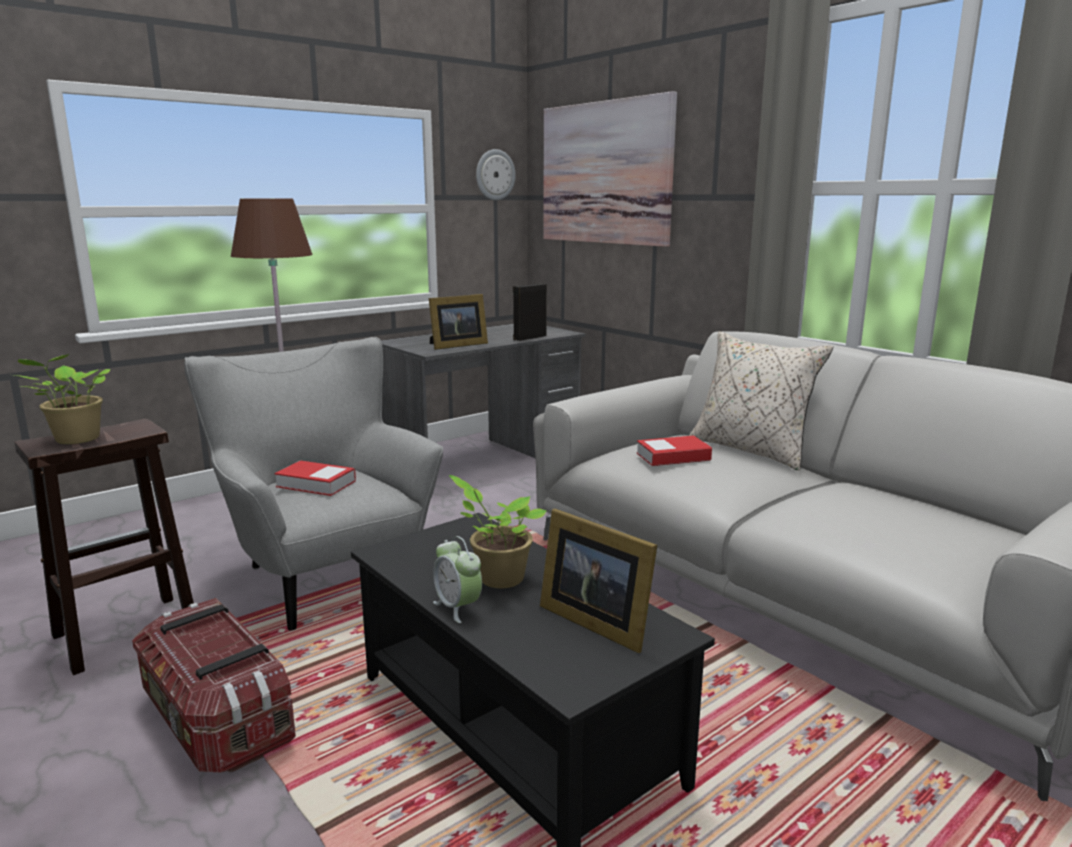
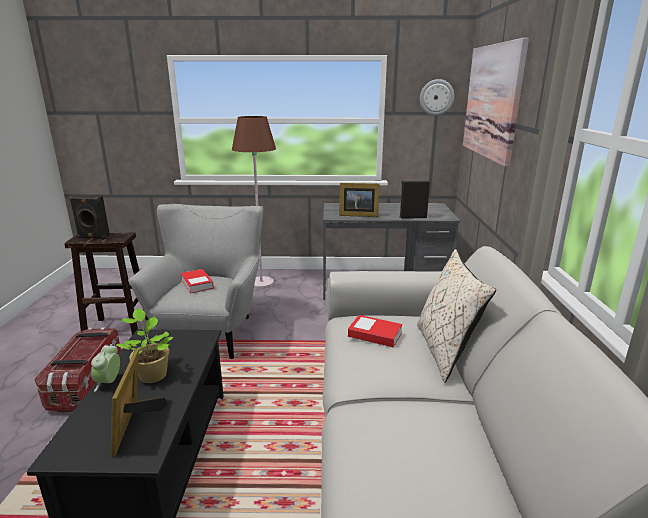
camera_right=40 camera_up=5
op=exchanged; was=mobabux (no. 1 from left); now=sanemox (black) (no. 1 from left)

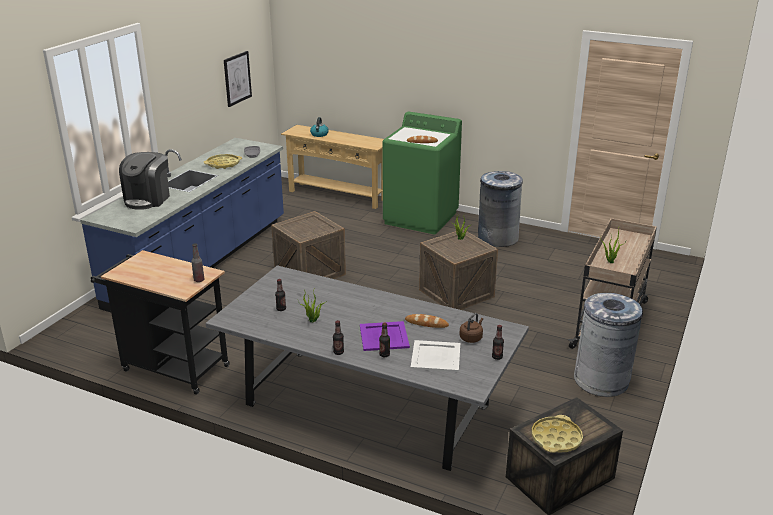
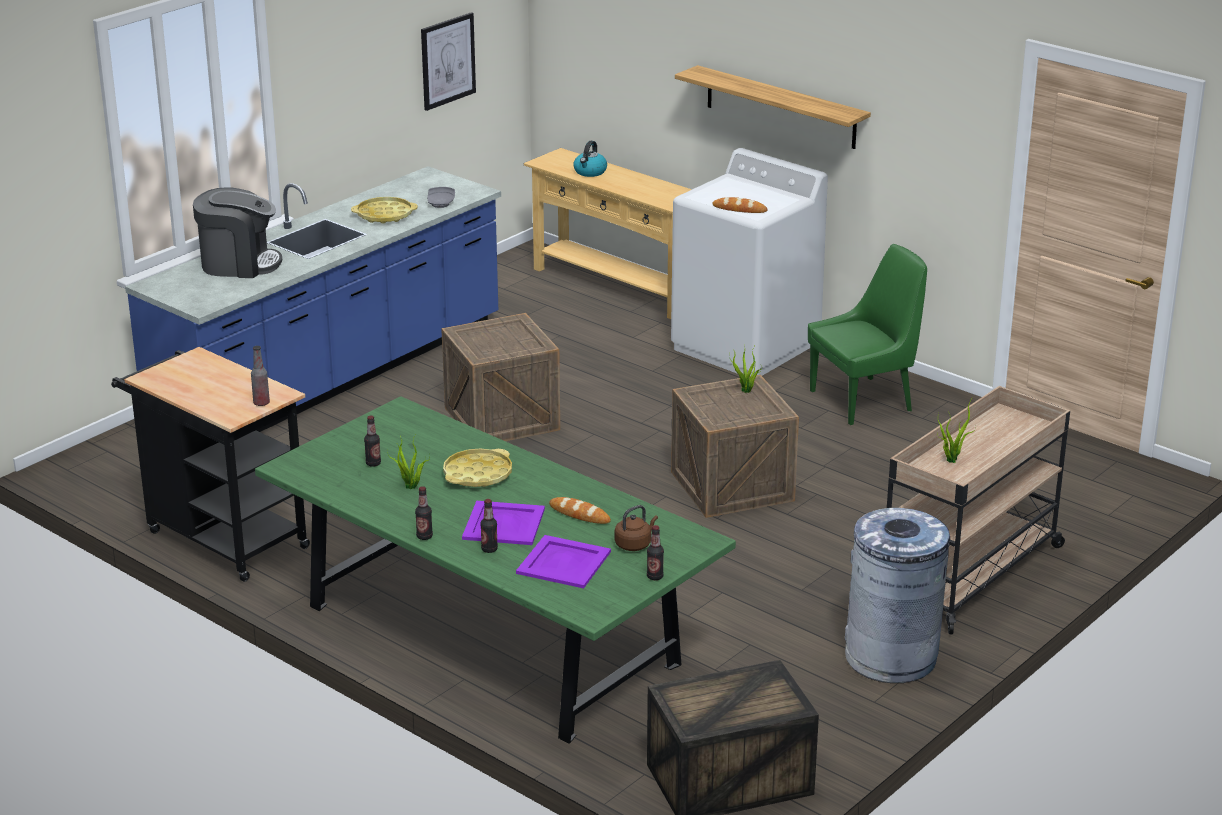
camera_right=15 camera_up=0
op=colour; was=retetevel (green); now=retetevel (white)
op=spun; was=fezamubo; clockwise=-120
op=exchanged; was=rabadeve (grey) (no. 1 from left); now=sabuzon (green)
op=colour; was=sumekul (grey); now=sumekul (green)
op=colour; was=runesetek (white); now=runesetek (purple) (no. 2 from left)
op=relocated; was=runesetek (yellow) (no. 2 from left)
op=appeared; now=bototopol

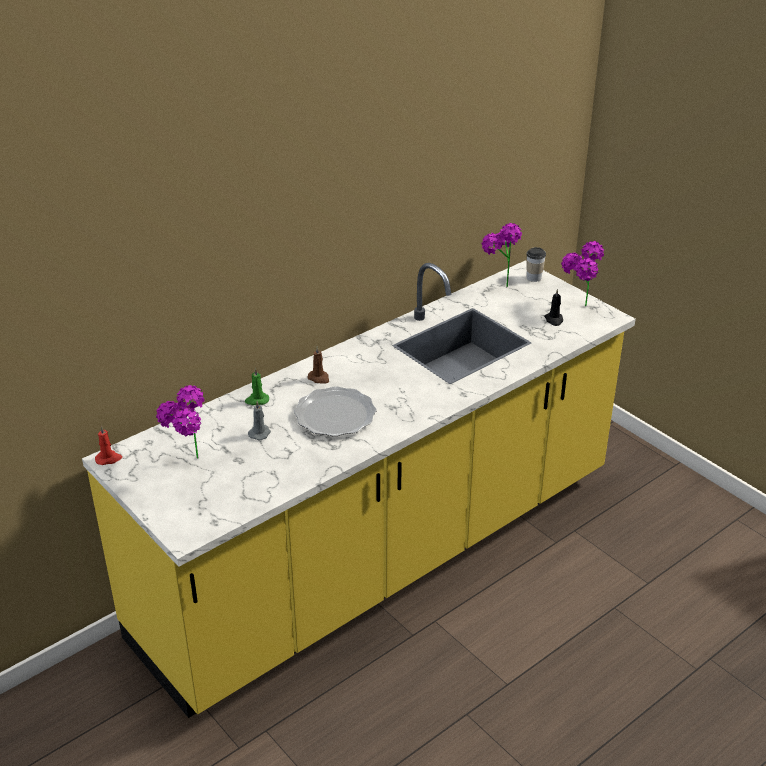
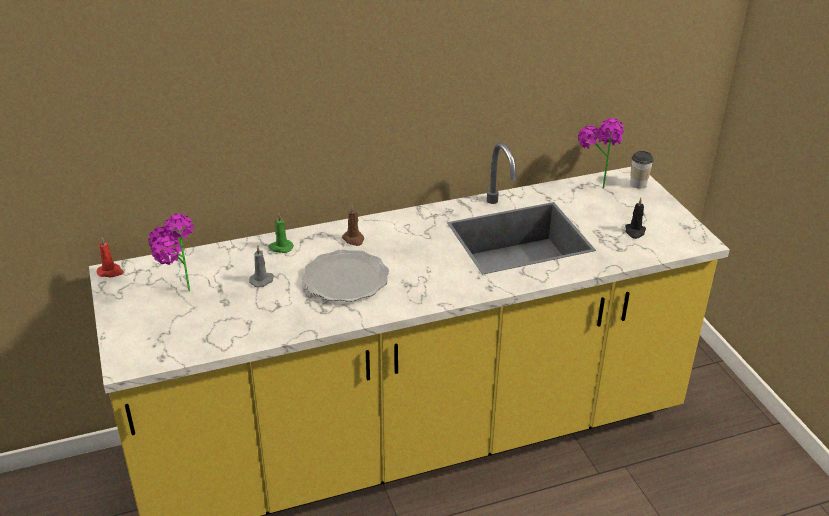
camera_right=20 camera_up=0
op=missing; was=mobabux (no. 3 from left)

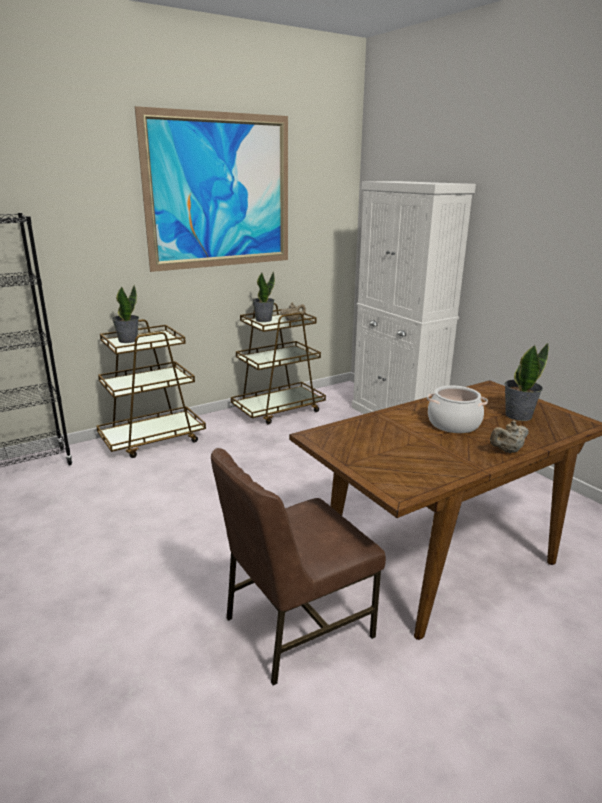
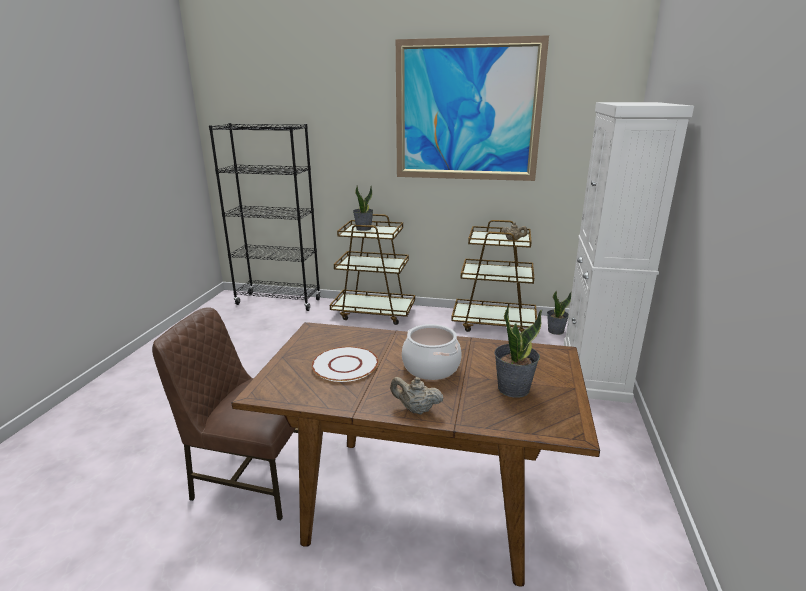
camera_right=45 camera_up=0
op=relocated; was=mobabux (no. 2 from left in the first image); now=mobabux (no. 3 from left)
op=appeared; now=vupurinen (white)

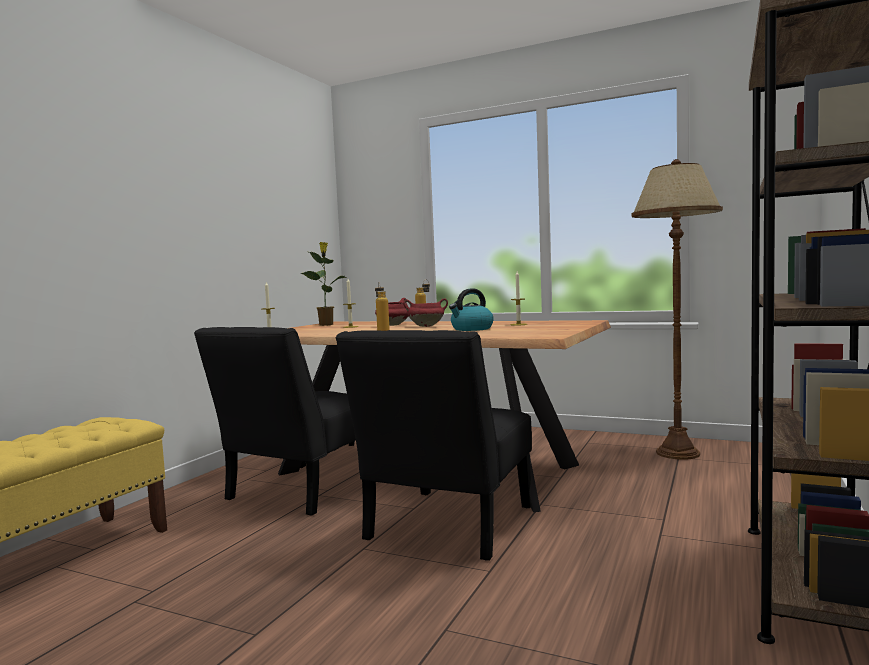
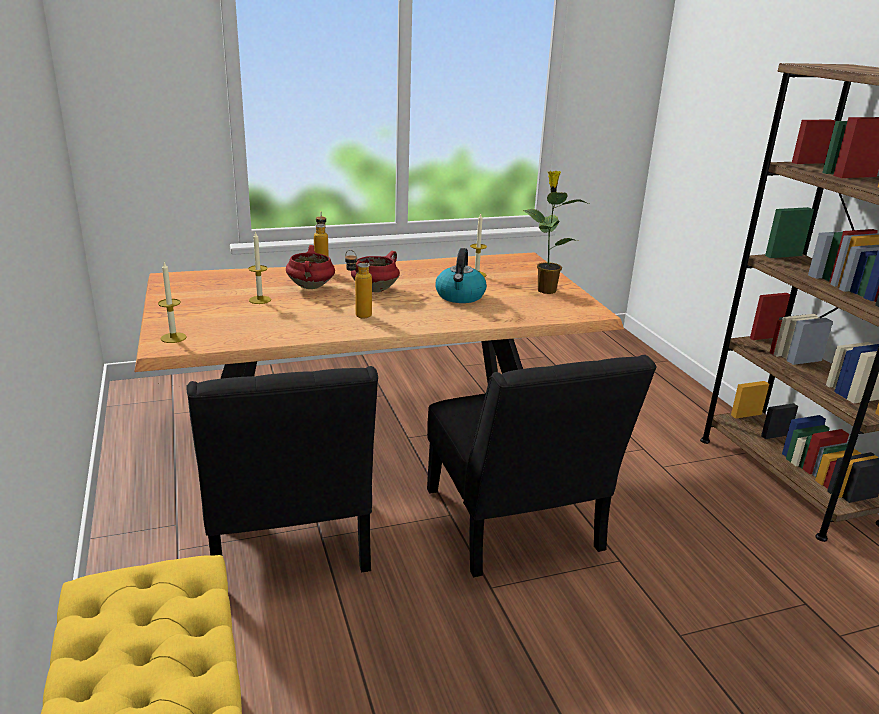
camera_right=-45 camera_up=20
op=missing; was=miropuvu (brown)
op=relocated; was=mobabux

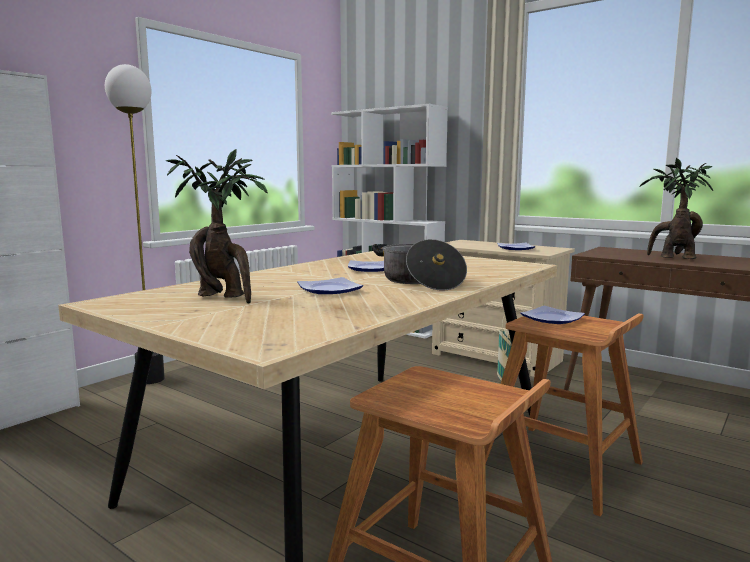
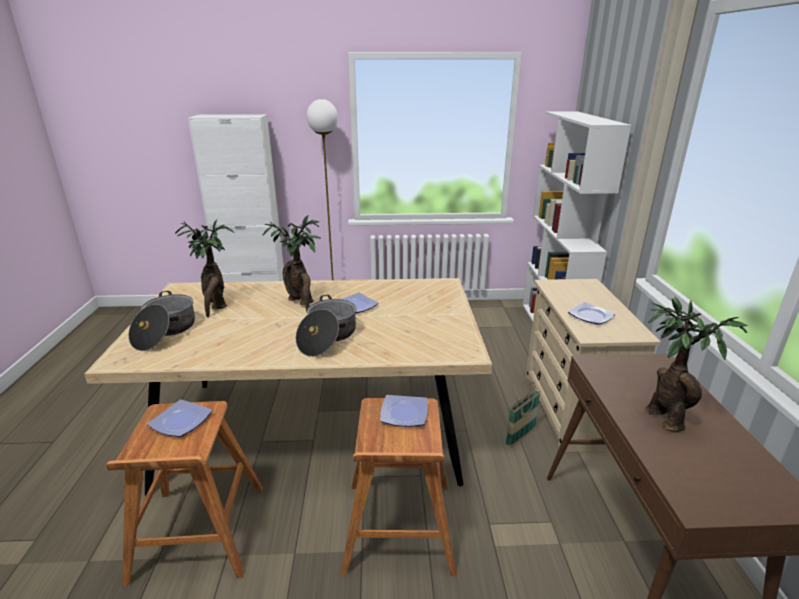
camera_right=50 camera_up=15
op=relocated; was=vupurinen (no. 1 from left)
op=appeared; now=mobabux (no. 2 from left)
op=appeared; now=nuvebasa (no. 1 from left)

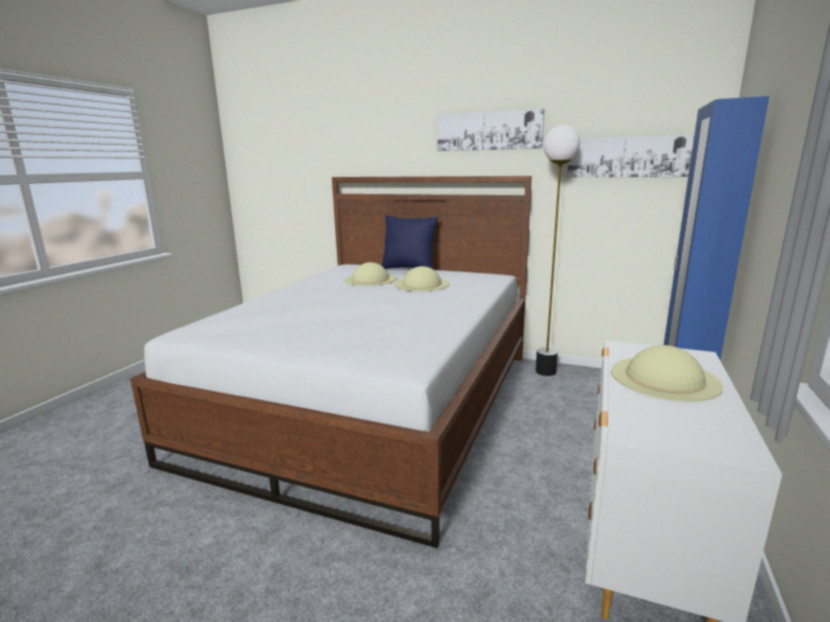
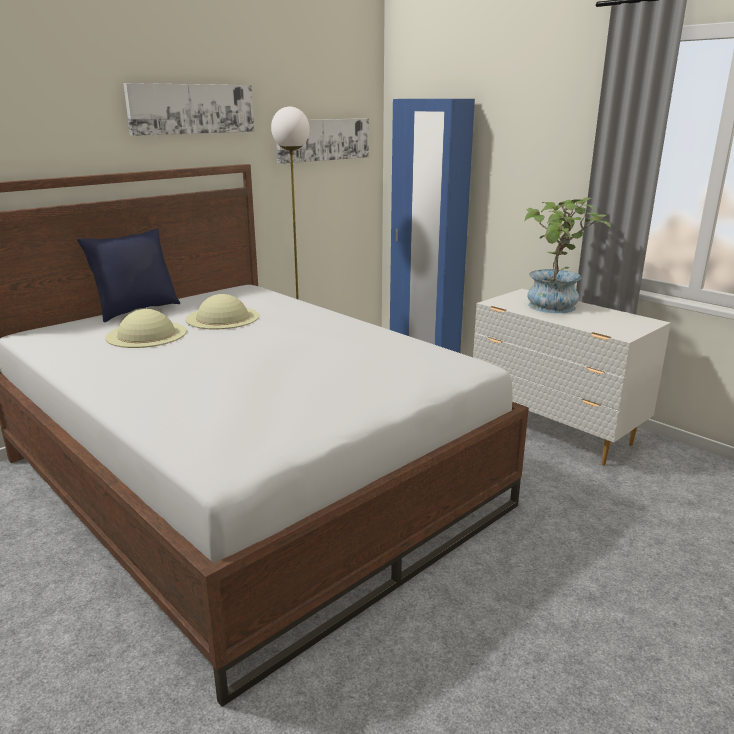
camera_right=-65 camera_up=5
op=exchanged; was=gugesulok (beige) (no. 3 from left); now=mobabux

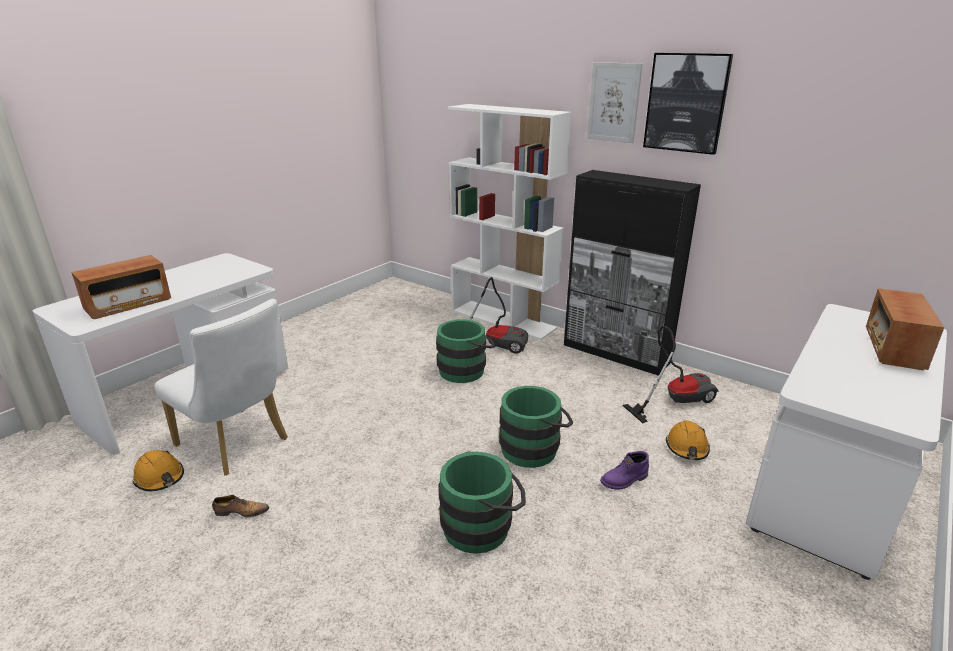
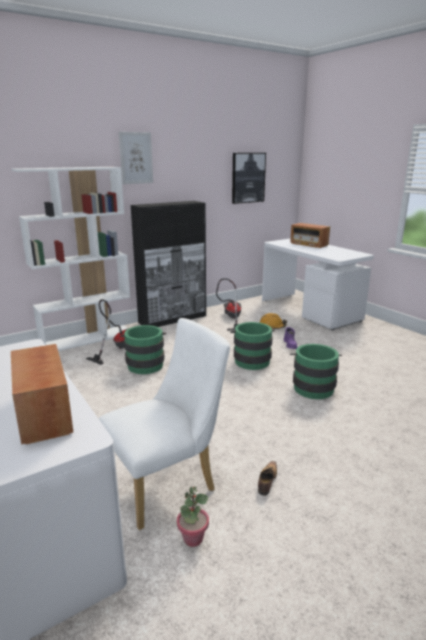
camera_right=-70 camera_up=-5
op=relocated; was=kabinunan (no. 2 from left)
op=exchanged; was=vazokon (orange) (no. 1 from left); now=mobabux

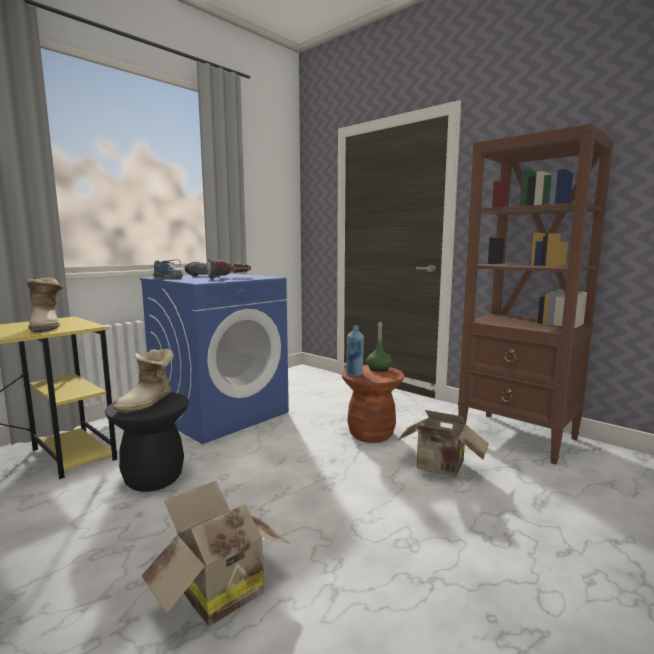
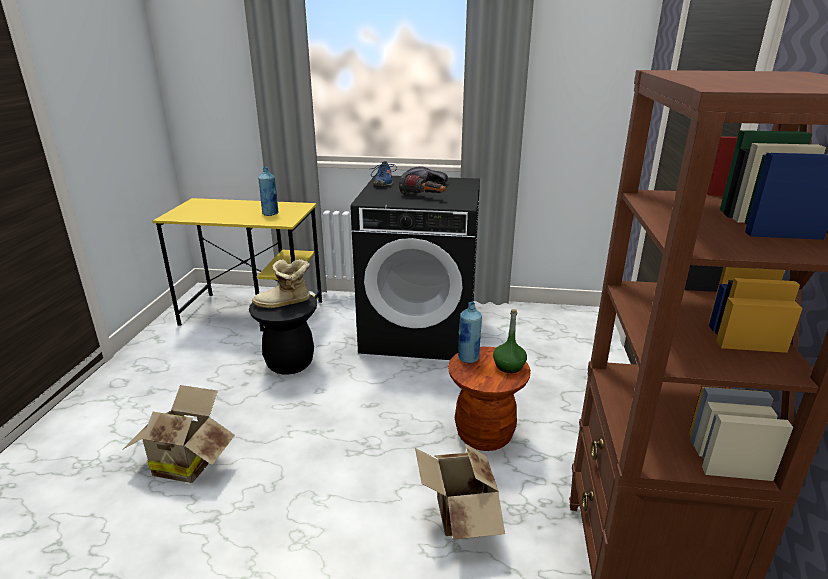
camera_right=55 camera_up=15
op=colour; was=retetevel (blue); now=retetevel (black)
op=exchanged; was=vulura (no. 1 from left); now=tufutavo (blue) (no. 1 from left)

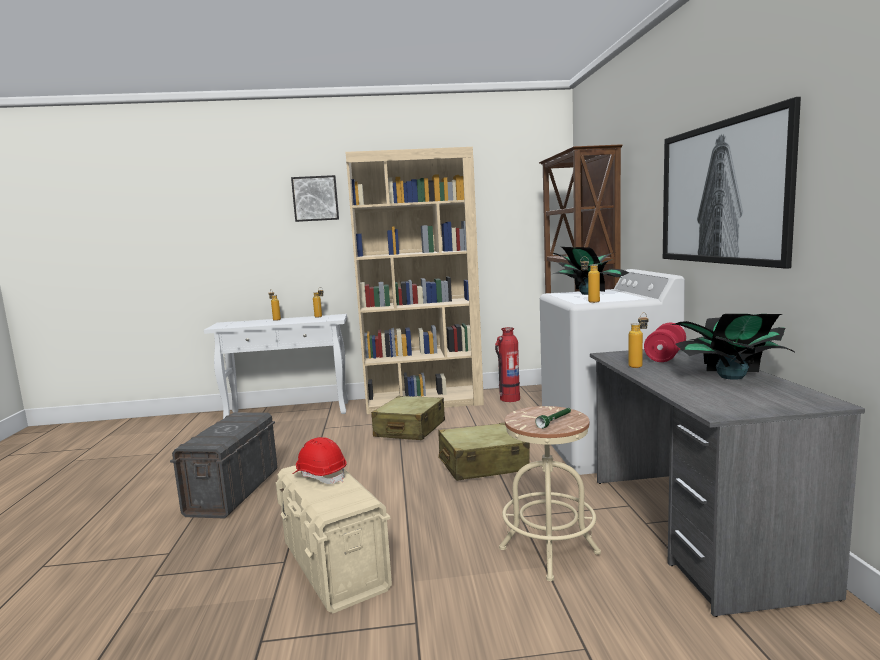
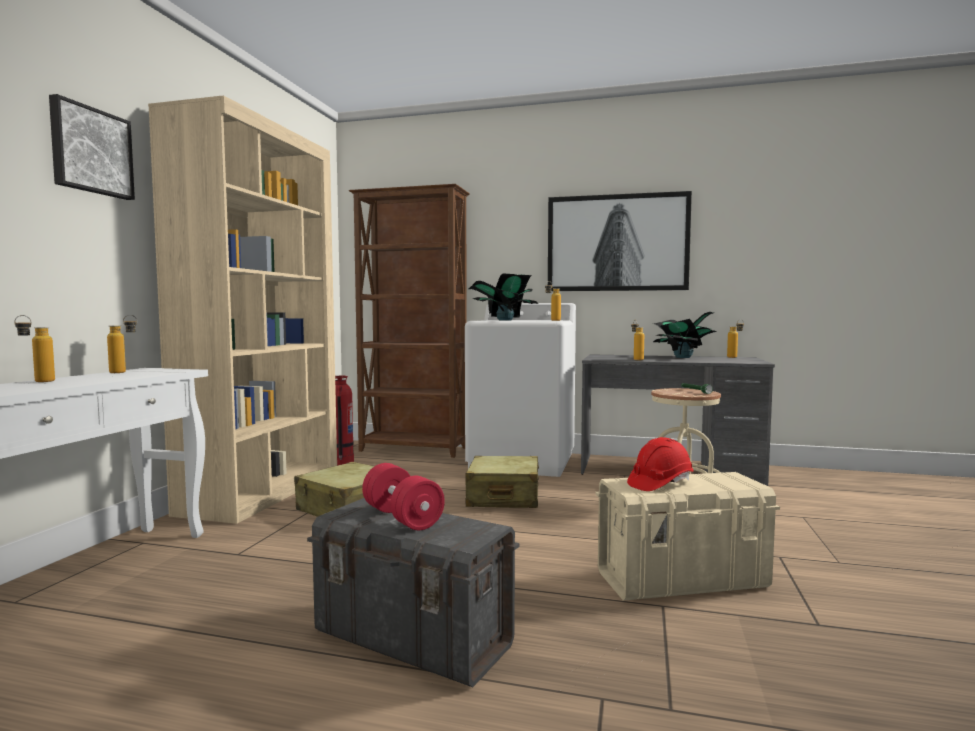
camera_right=-70 camera_up=-5
op=relocated; was=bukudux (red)
op=appeared; now=tufutavo (no. 5 from left)

